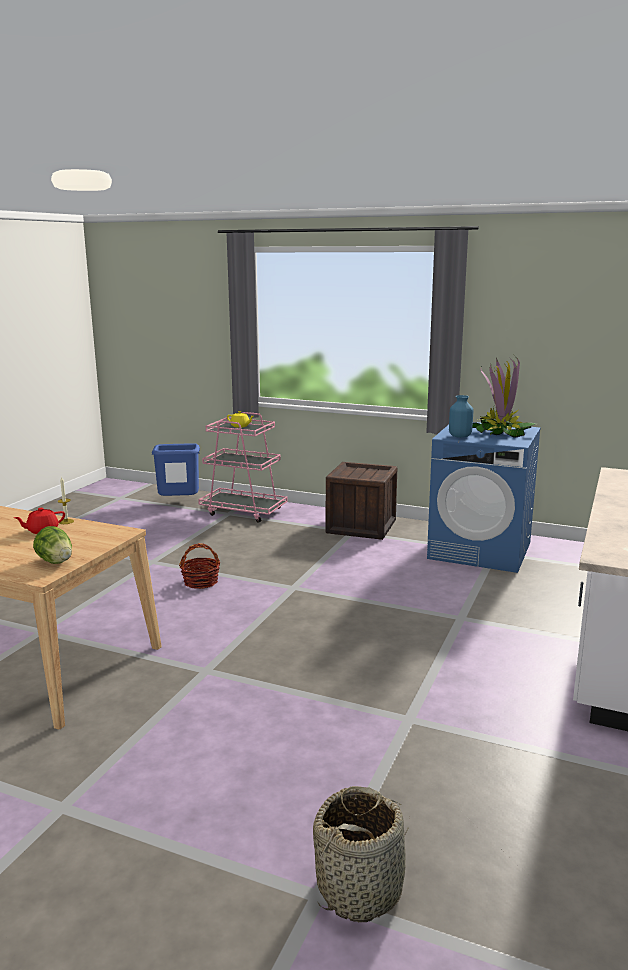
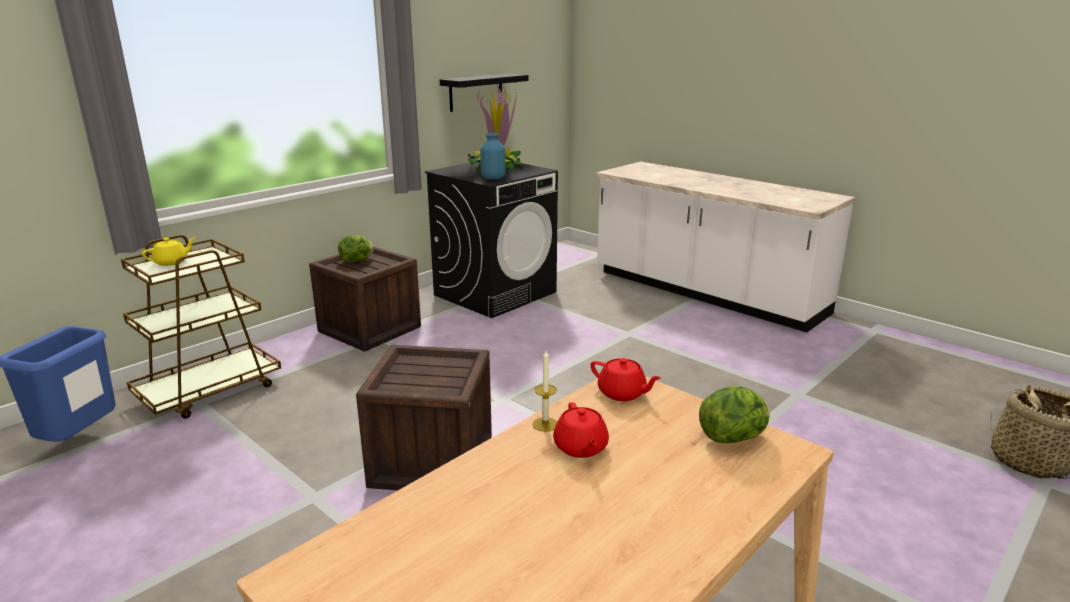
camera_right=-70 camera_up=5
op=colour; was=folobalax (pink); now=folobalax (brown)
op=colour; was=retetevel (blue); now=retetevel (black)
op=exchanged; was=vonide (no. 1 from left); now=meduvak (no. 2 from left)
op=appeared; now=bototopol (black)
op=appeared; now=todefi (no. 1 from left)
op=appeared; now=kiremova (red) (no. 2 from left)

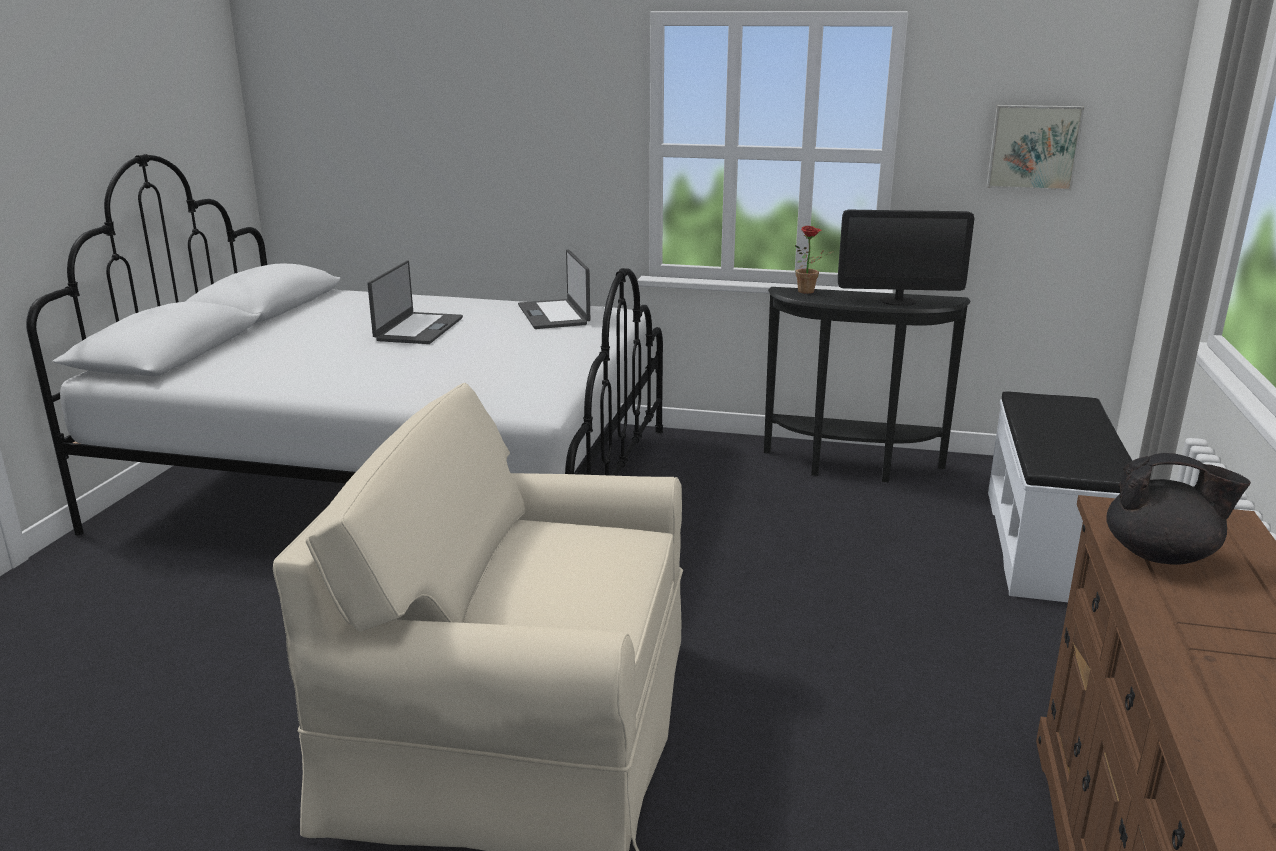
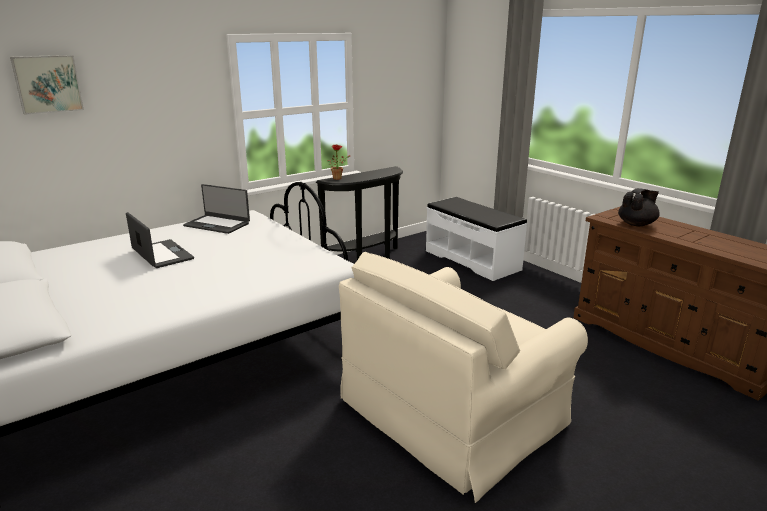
camera_right=-50 camera_up=0
op=relocated; was=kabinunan
op=missing; was=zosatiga

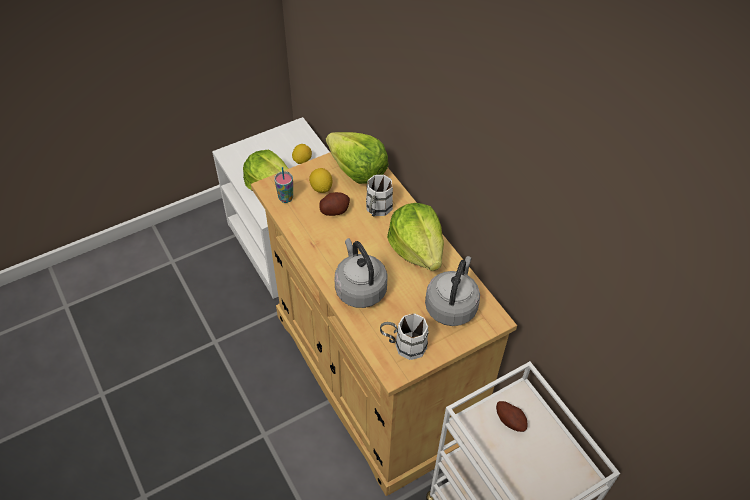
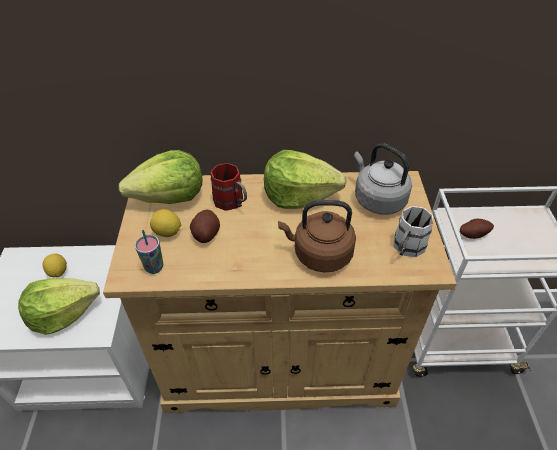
camera_right=-60 camera_up=-5
op=colour; was=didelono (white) (no. 1 from left); now=didelono (red)
op=colour; was=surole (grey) (no. 1 from left); now=surole (brown)

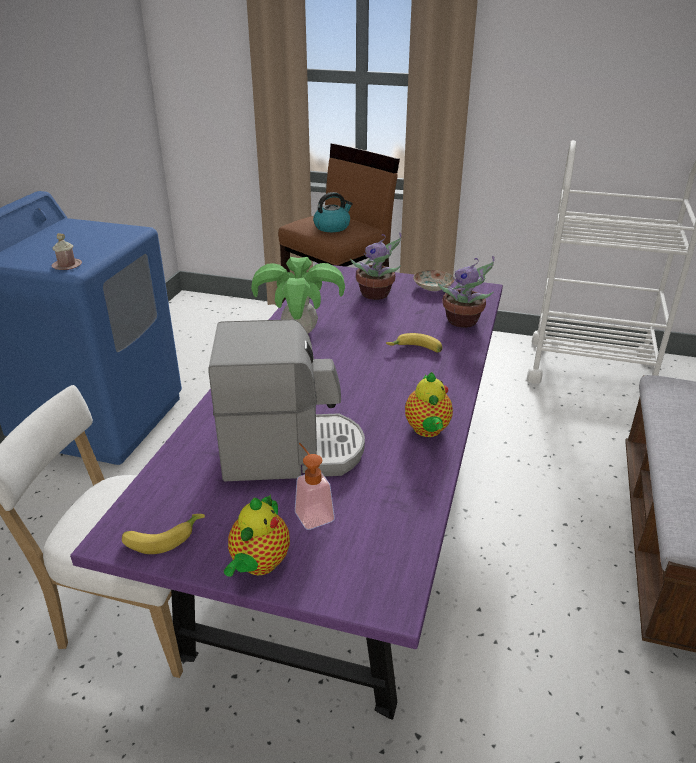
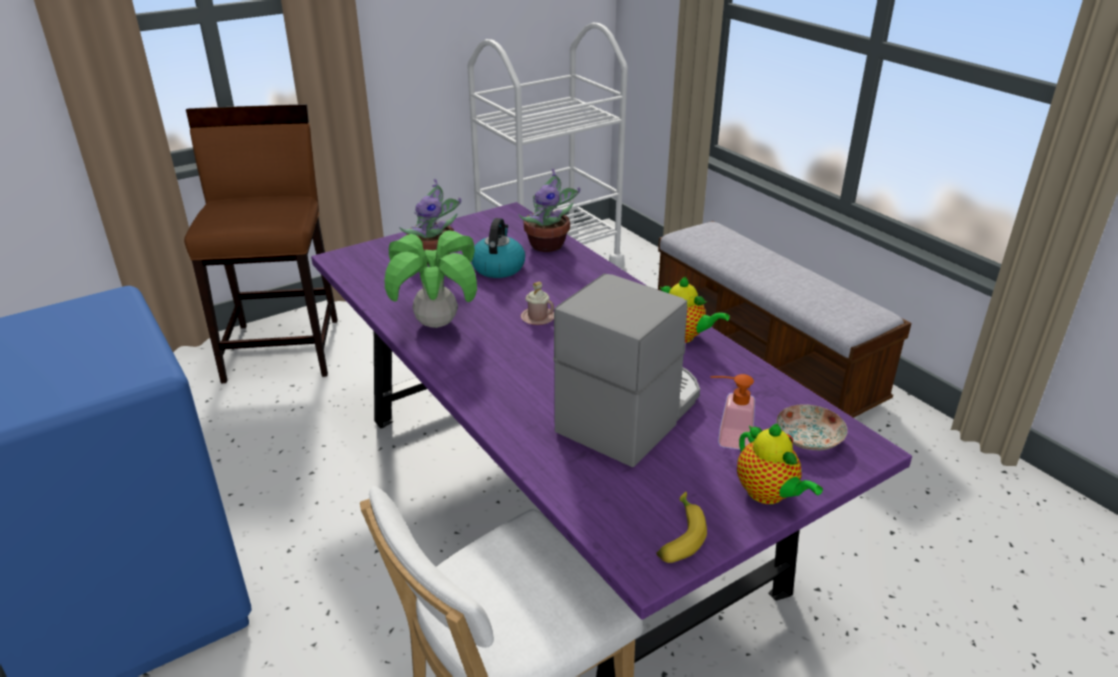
camera_right=-50 camera_up=0
op=relocated; was=surole
op=relocated; was=didelono (pink)
op=relocated; was=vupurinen
op=missing; was=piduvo (no. 2 from left)

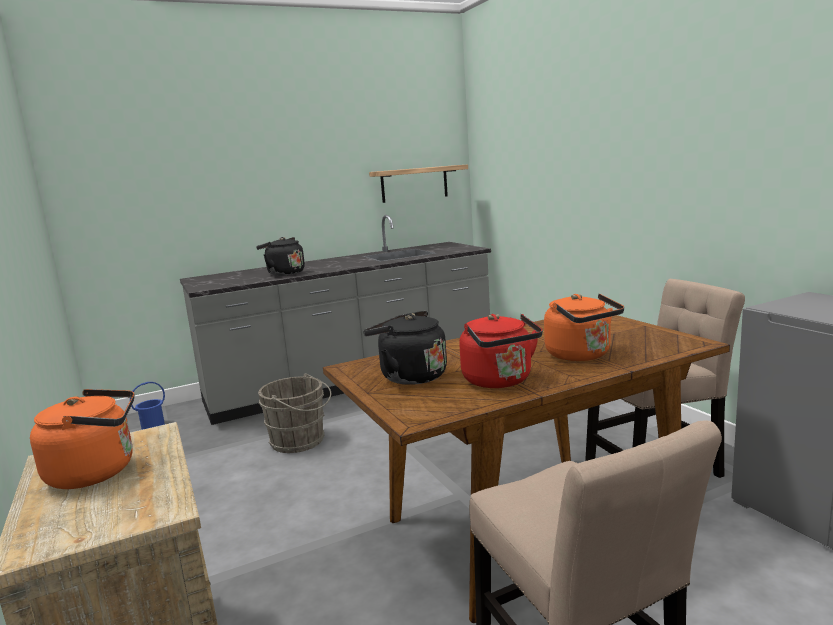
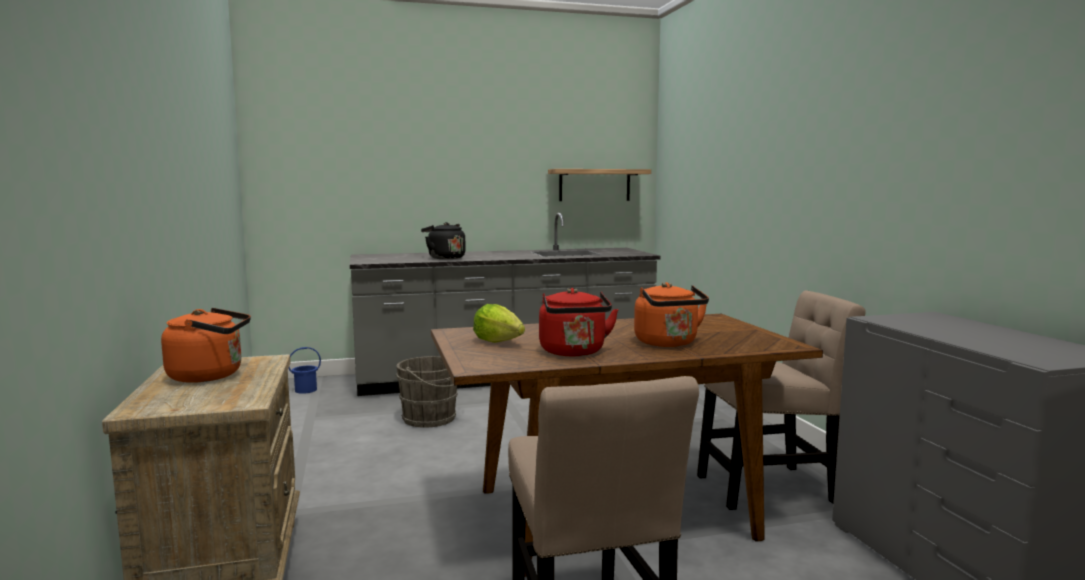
camera_right=10 camera_up=-5
op=exchanged; was=surole (black) (no. 2 from left); now=todefi

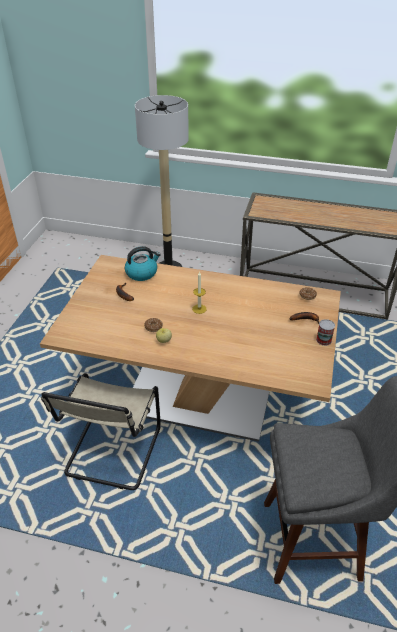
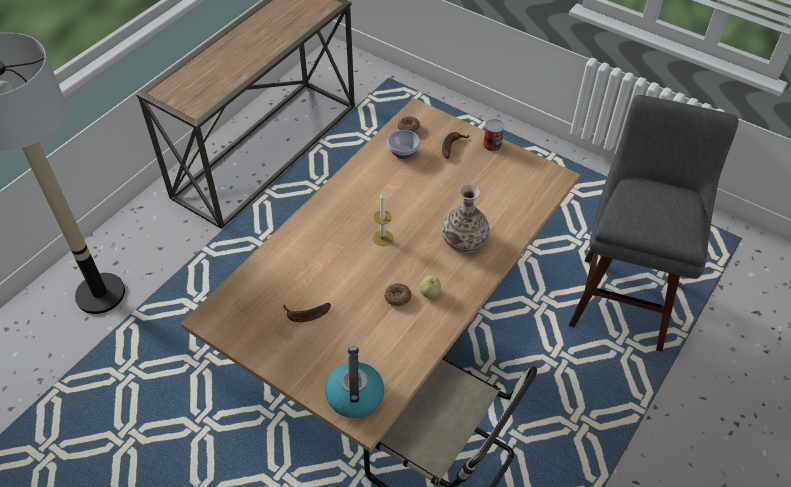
camera_right=-70 camera_up=10
op=relocated; was=surole
op=appeared; now=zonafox
op=appeared; now=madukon

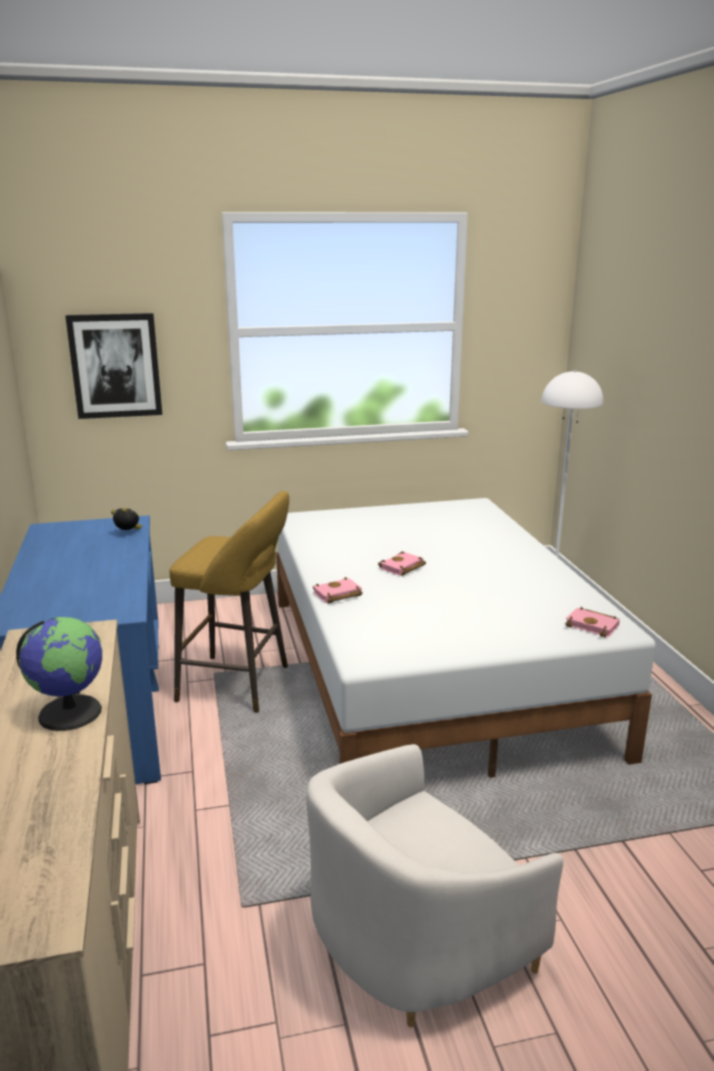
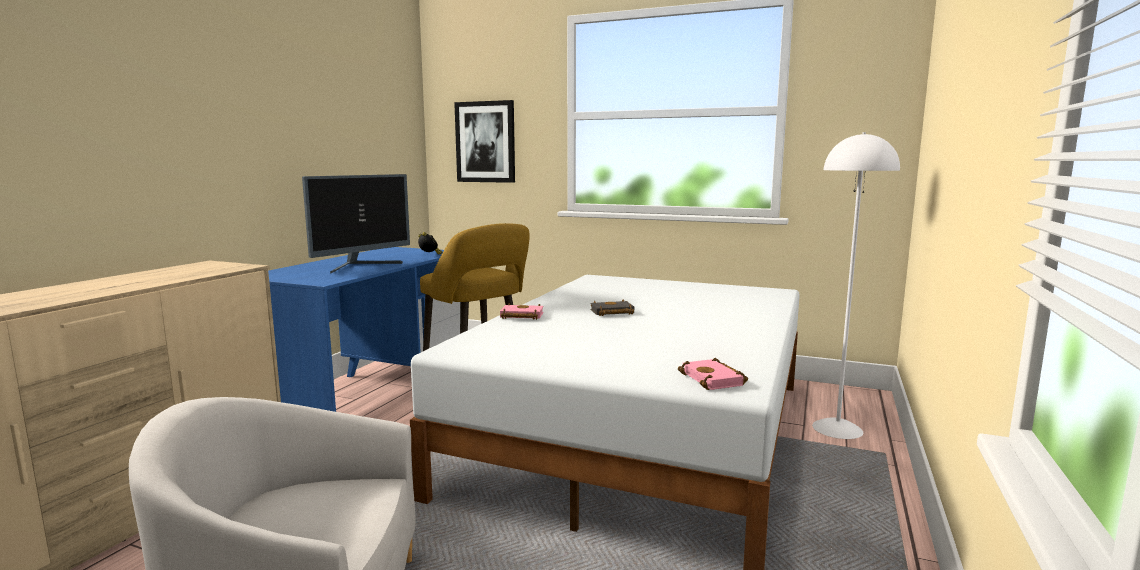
camera_right=35 camera_up=-10
op=colour; was=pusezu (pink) (no. 2 from left); now=pusezu (black)
op=missing; was=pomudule
op=appeared; now=zosatiga

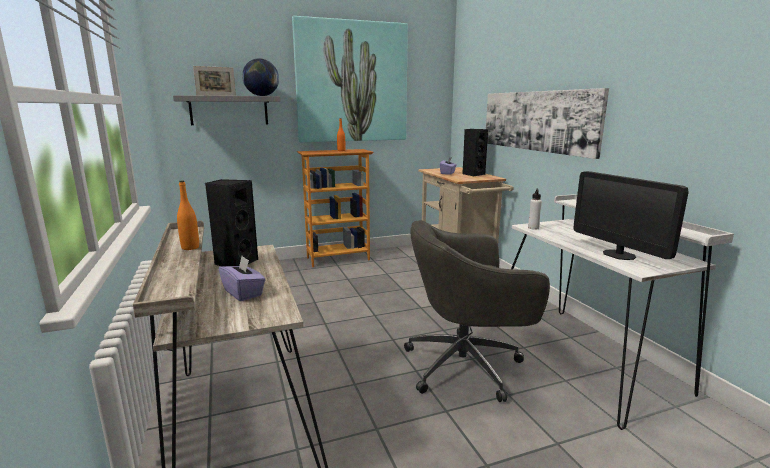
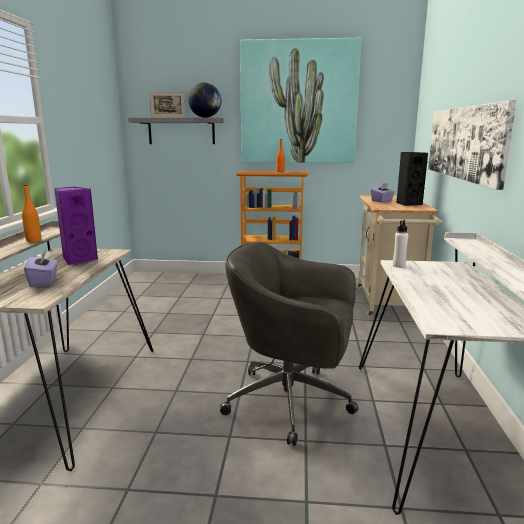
camera_right=25 camera_up=0
op=missing; was=zosatiga
op=colour; was=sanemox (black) (no. 1 from left); now=sanemox (purple)

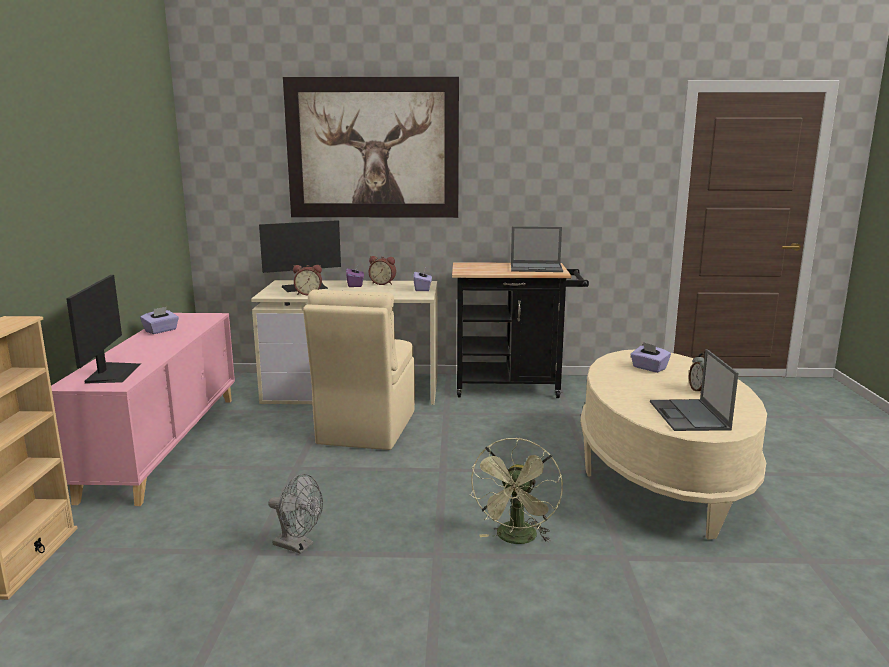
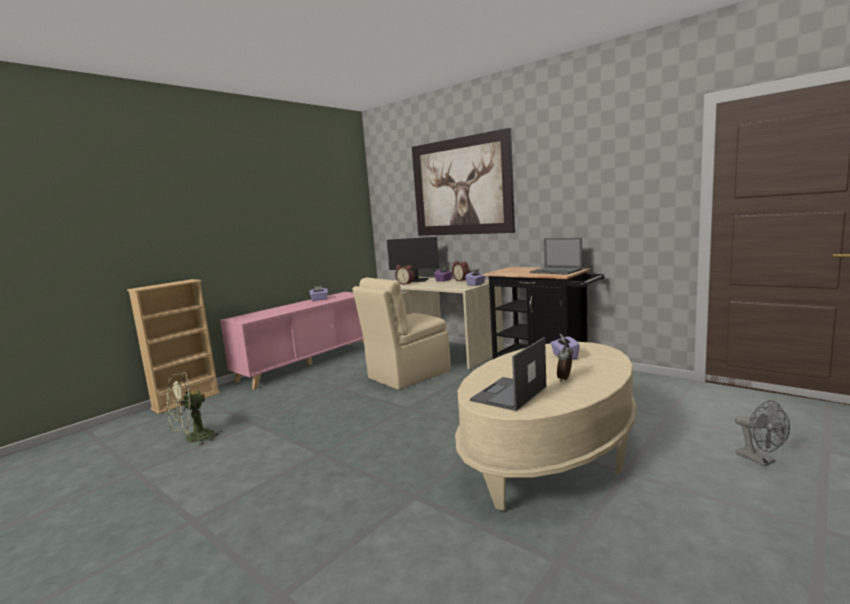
camera_right=40 camera_up=-5
op=missing; was=zosatiga (no. 1 from left)
op=relocated; was=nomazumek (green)
op=relocated; was=nomazumek (grey)

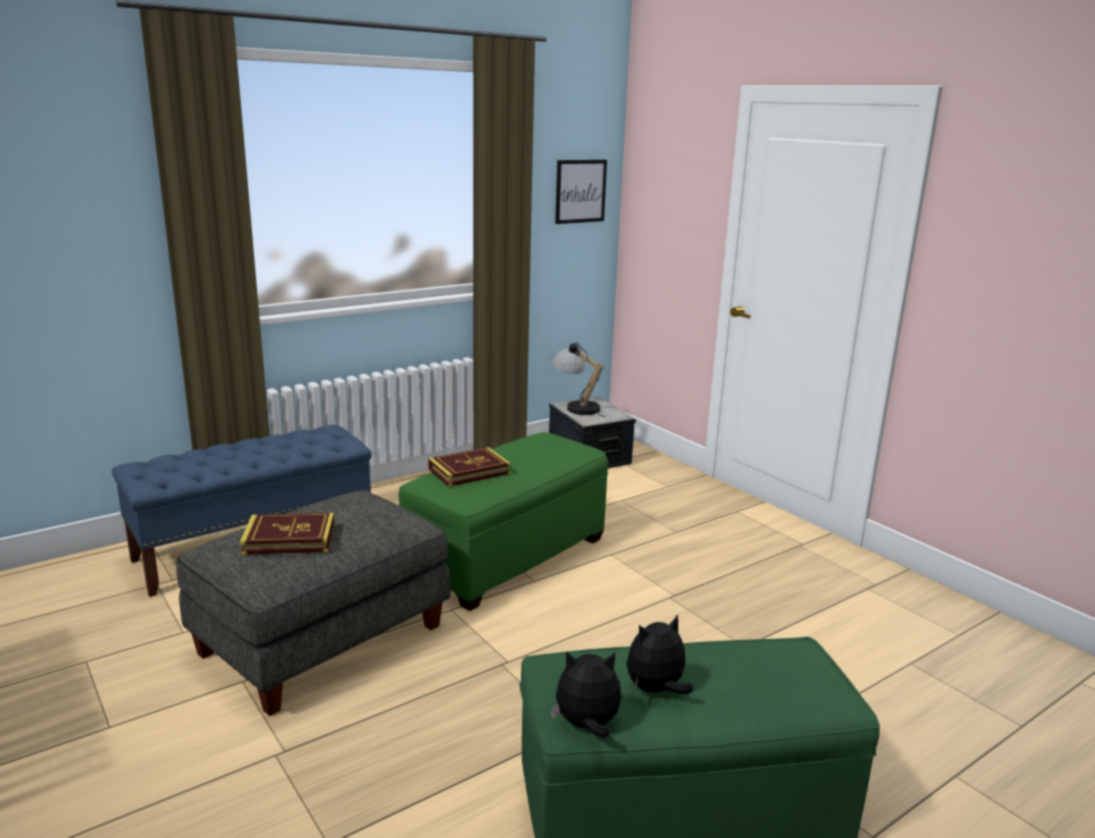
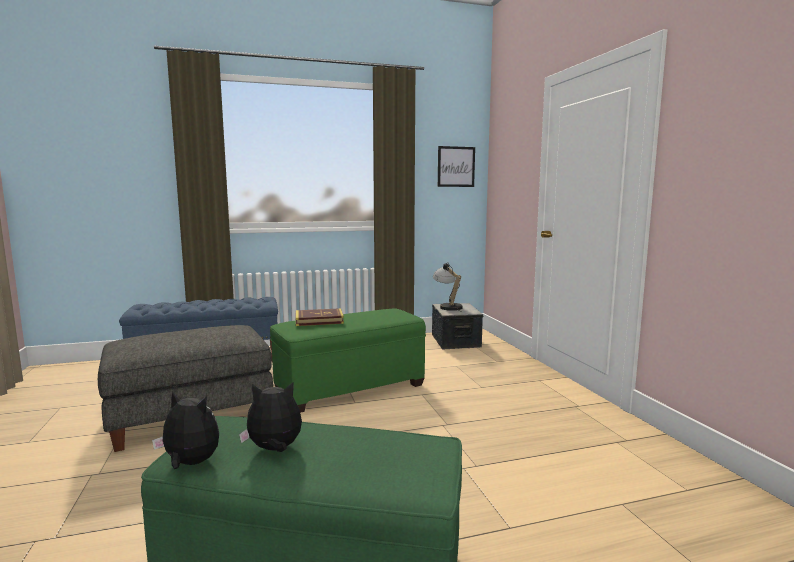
camera_right=20 camera_up=-10
op=missing; was=pusezu (no. 1 from left)

